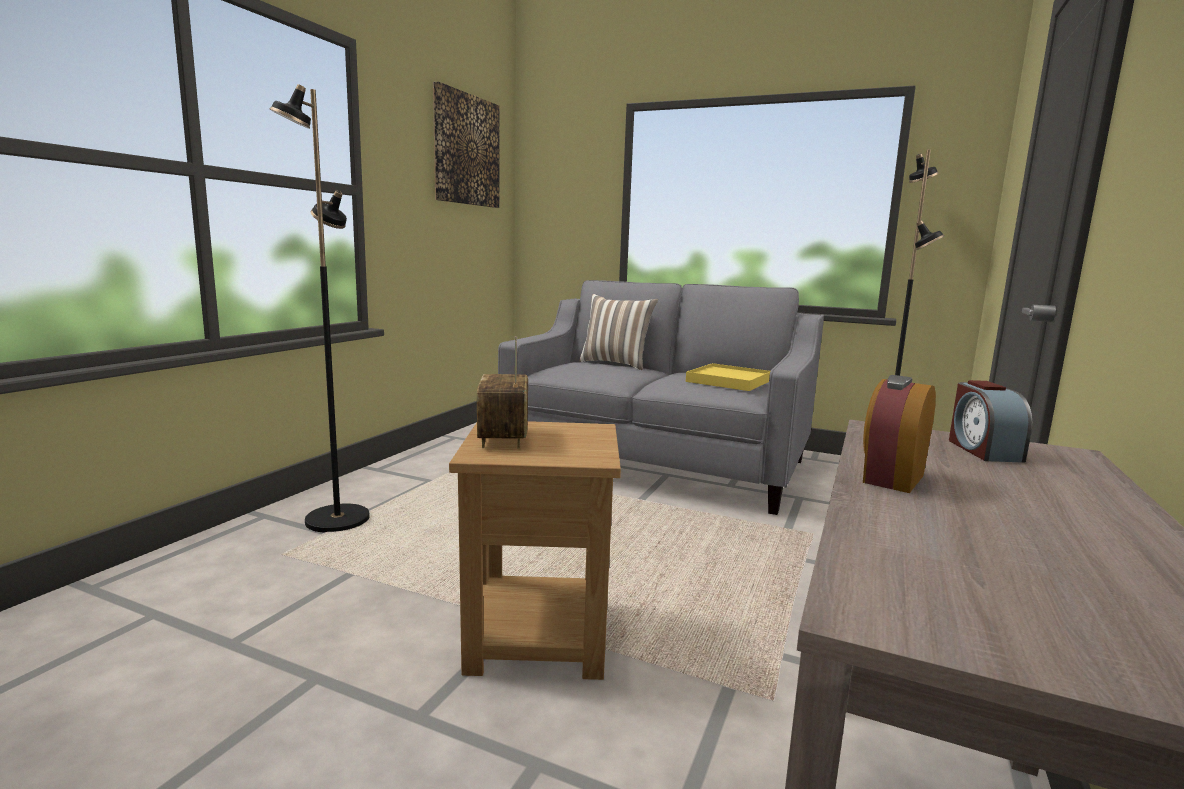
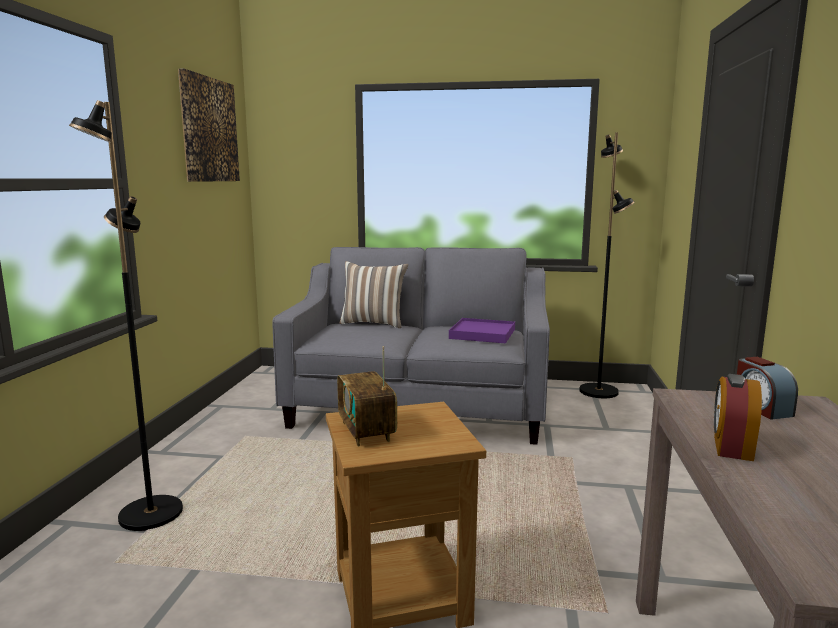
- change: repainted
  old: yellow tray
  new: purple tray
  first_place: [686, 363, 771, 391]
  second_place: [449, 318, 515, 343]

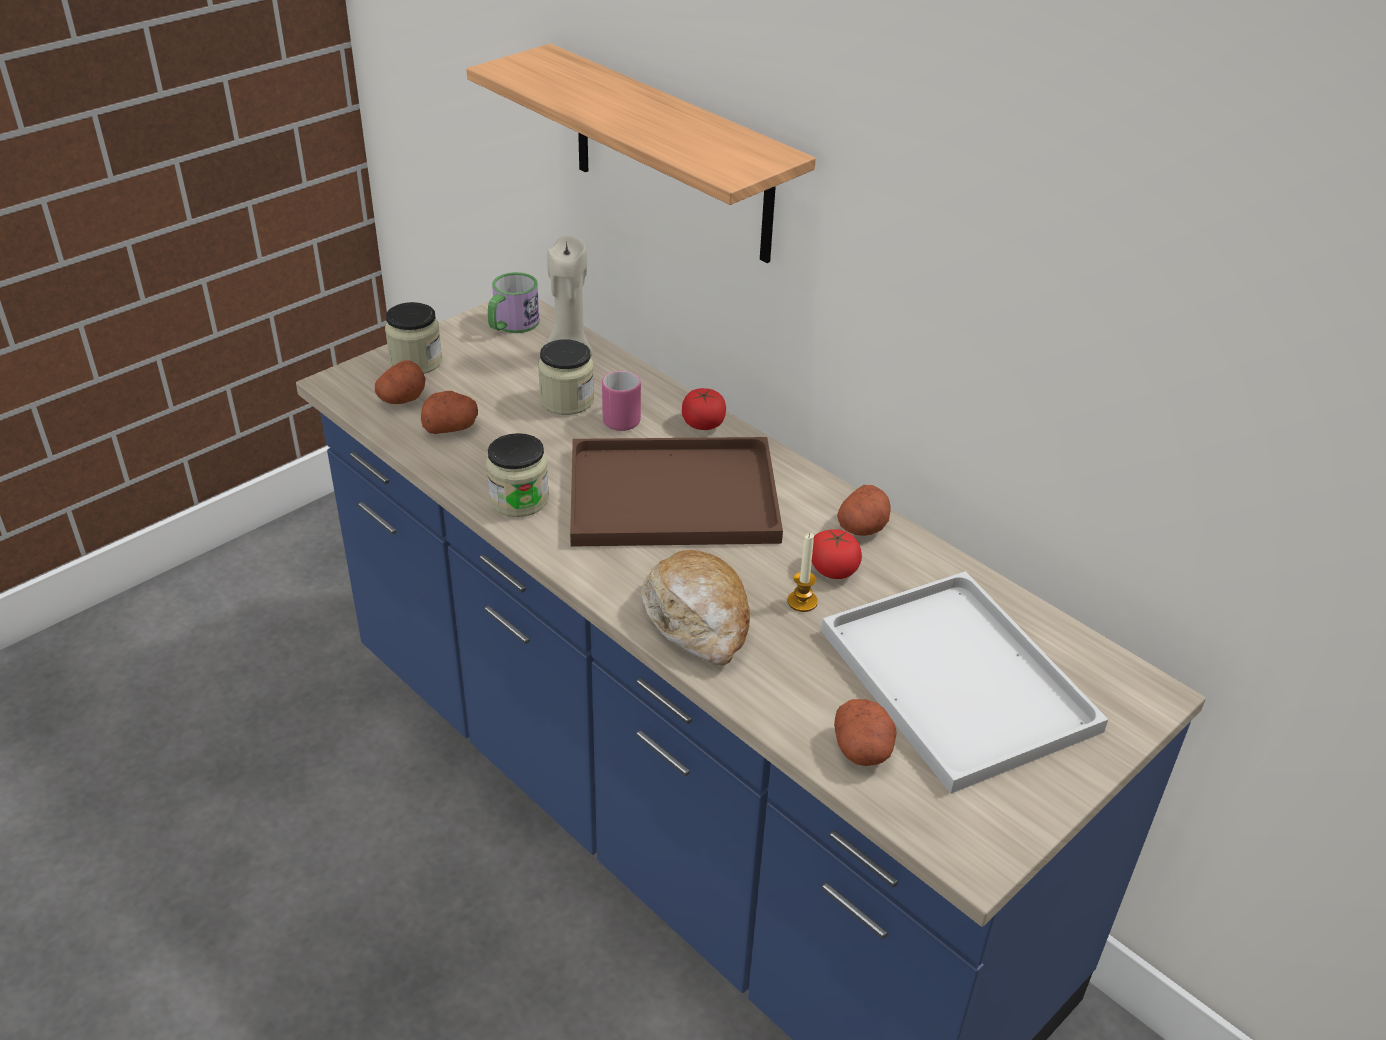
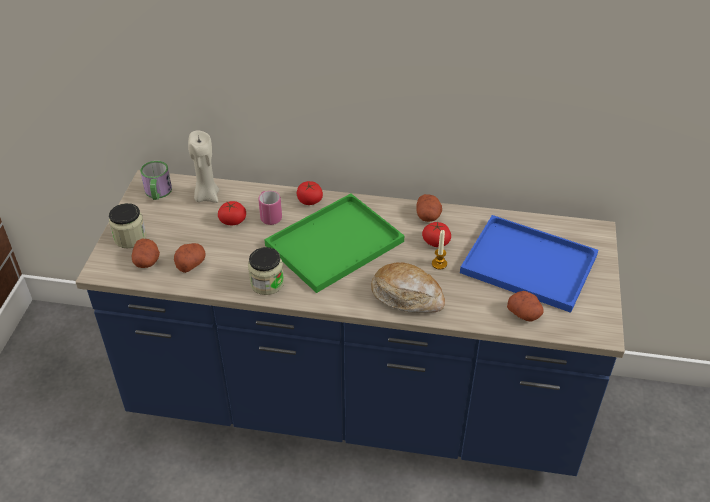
- change: gone
  old: shelf
  first_place: [466, 44, 816, 263]
- change: swapped
  old: jar
  new: tomato
  first_place: [538, 339, 594, 415]
  second_place: [218, 201, 246, 225]
- change: repainted
  old: brown tray
  new: green tray
  first_place: [570, 437, 783, 547]
  second_place: [264, 194, 404, 293]
- change: repainted
  old: white tray
  new: blue tray
  first_place: [821, 571, 1108, 793]
  second_place: [460, 215, 598, 313]

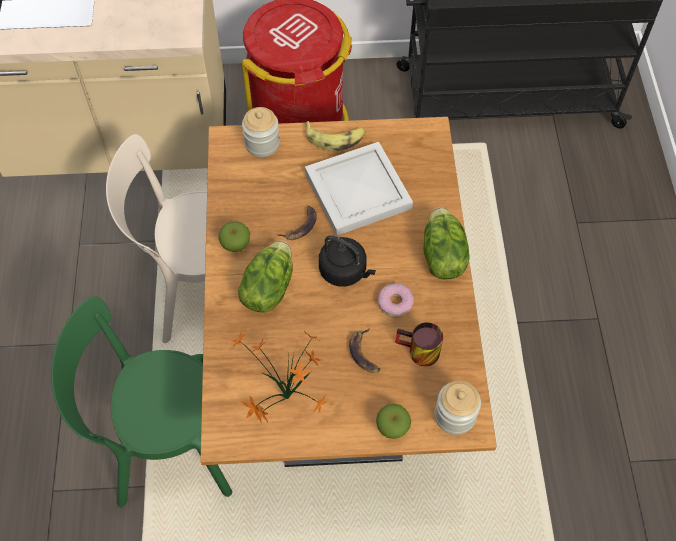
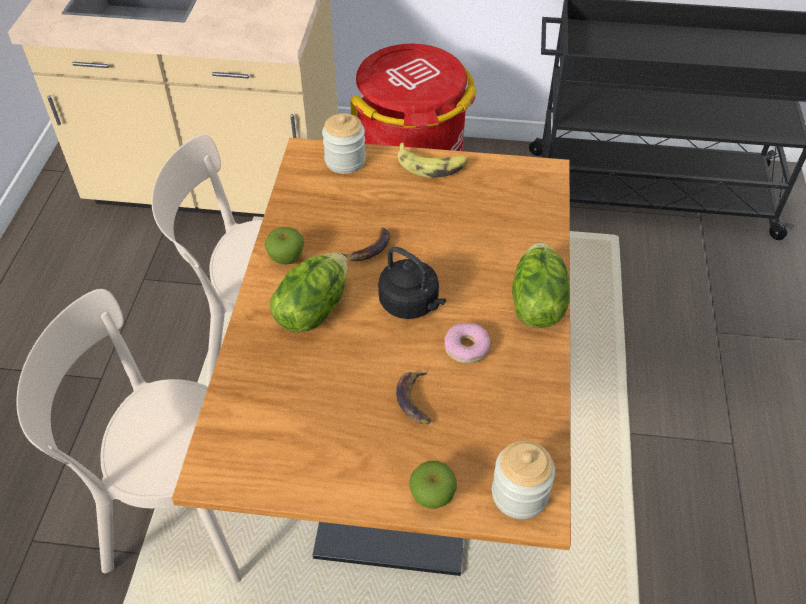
- change: repainted
  old: green chair
  new: beige chair
  first_place: [51, 296, 232, 507]
  second_place: [16, 289, 242, 583]
- change: gone
  old: potted plant
  first_place: [231, 331, 328, 423]
- change: gone
  old: white tray
  first_place: [305, 142, 413, 236]
- change: gone
  old: mug
  first_place: [395, 322, 443, 366]

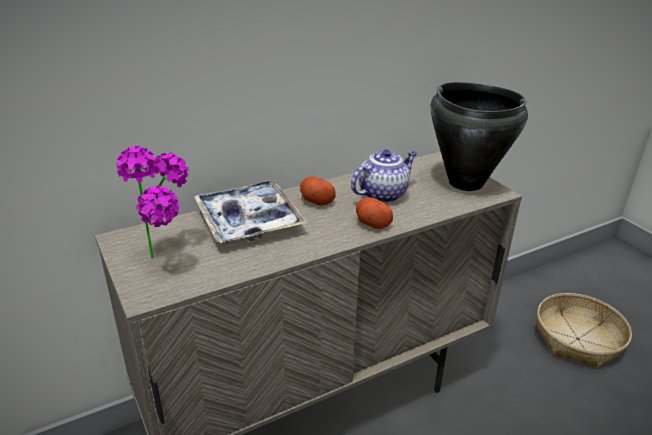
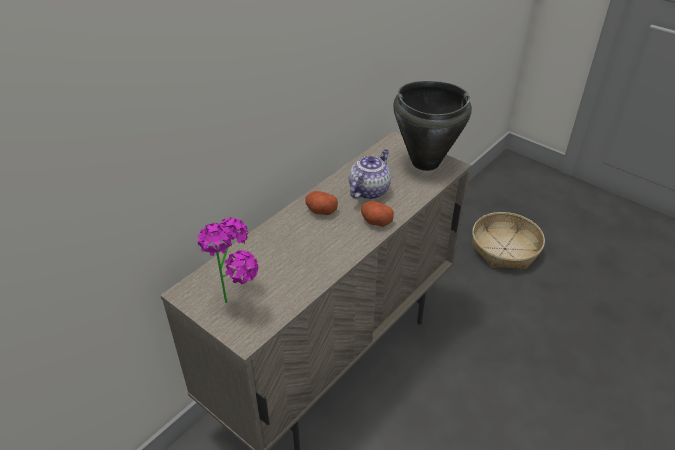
- change: gone
  old: tray
  first_place: [194, 180, 307, 243]

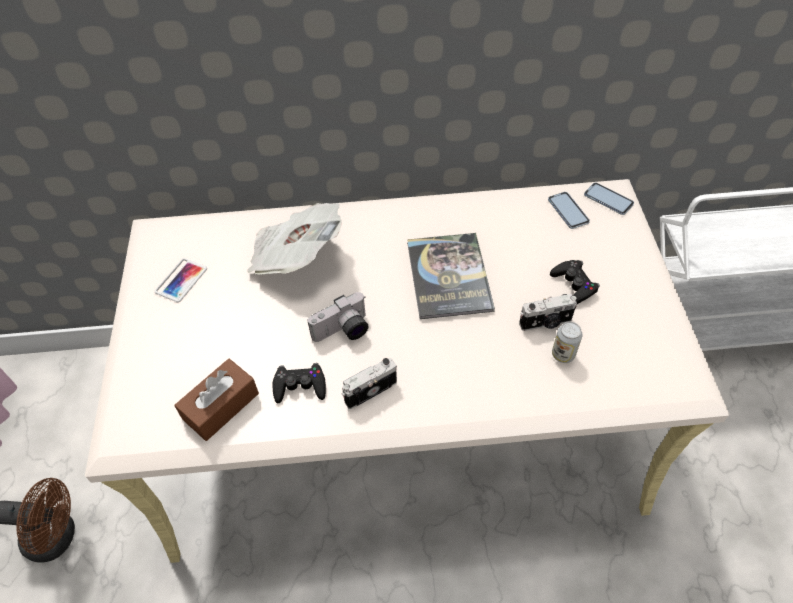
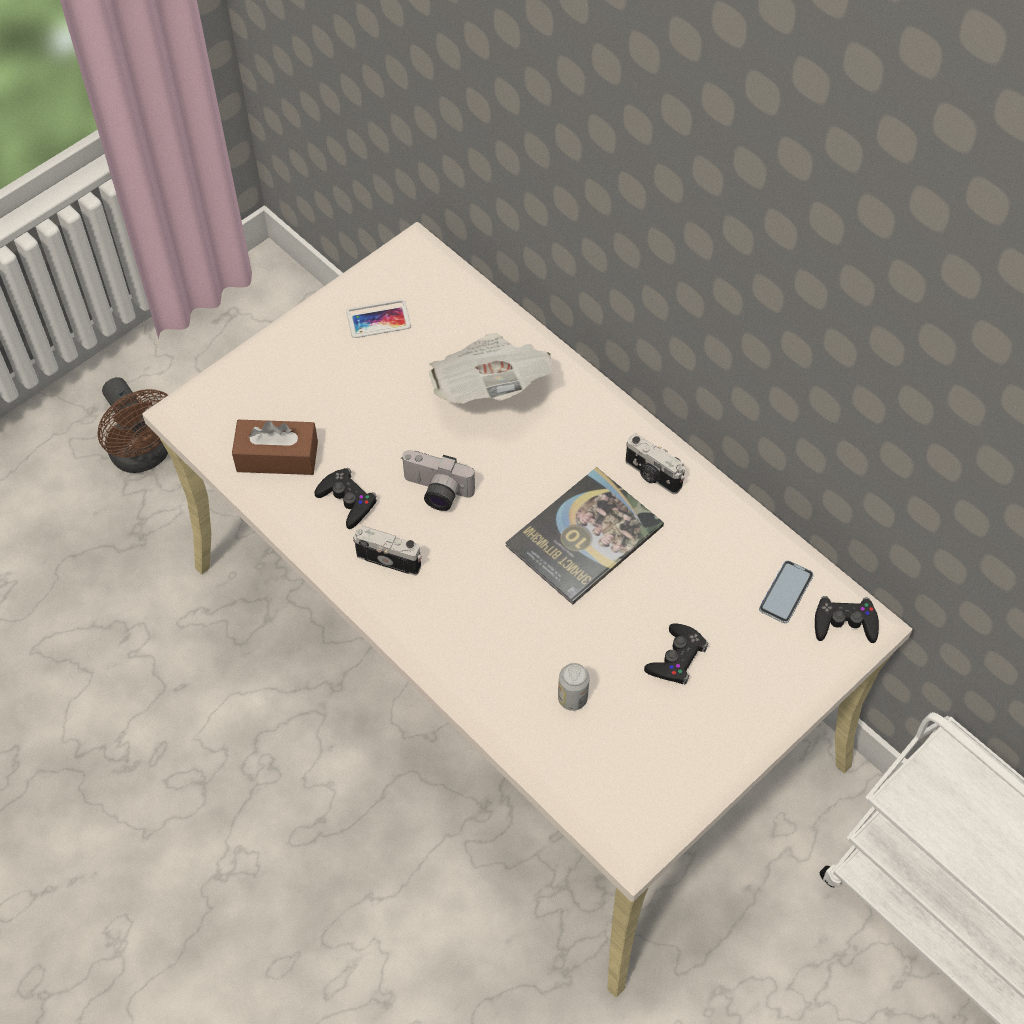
- change: shifted
  old: photo camera
  first_place: [519, 294, 577, 331]
  second_place: [625, 433, 685, 494]
- change: swapped
  old: phone
  new: black game controller
  first_place: [584, 182, 634, 215]
  second_place: [815, 596, 879, 643]

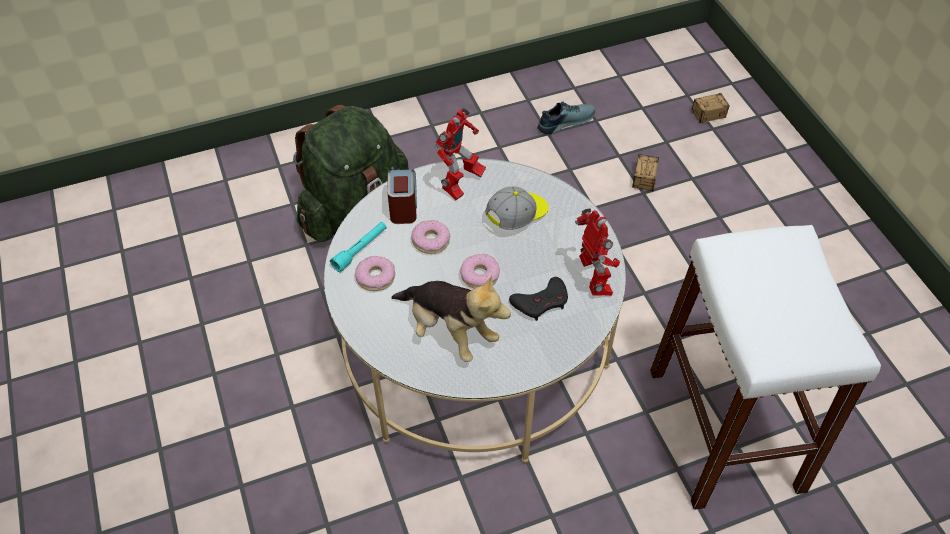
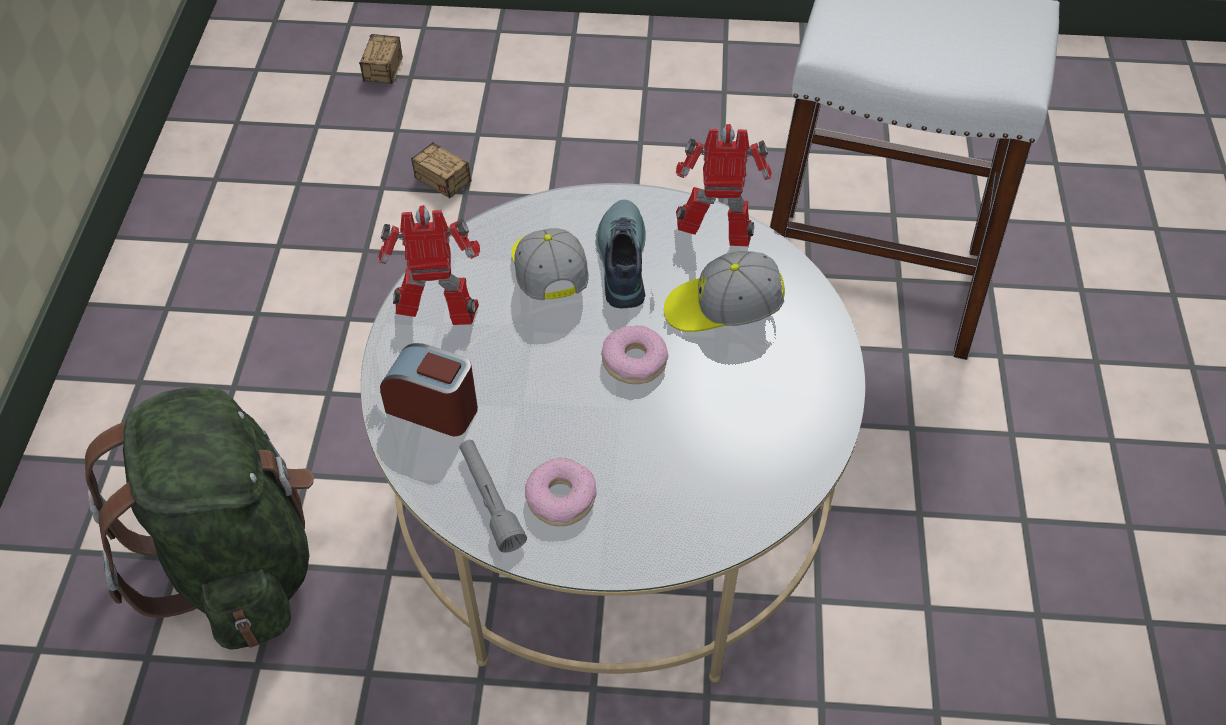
- change: repainted
  old: turquoise flashlight
  new: grey flashlight
  first_place: [330, 222, 387, 272]
  second_place: [459, 440, 527, 553]
- change: gone
  old: plush toy
  first_place: [391, 275, 511, 362]
- change: gone
  old: donut
  first_place: [411, 220, 450, 254]
- change: rotated
  old: toy robot
  first_place: [434, 108, 486, 201]
  second_place: [378, 205, 481, 325]
  degrees: -60
- change: swapped
  old: black game controller
  new: cap
  first_place: [509, 277, 568, 321]
  second_place: [664, 251, 785, 332]
- change: shifted
  old: shoe
  first_place: [537, 101, 595, 134]
  second_place: [595, 200, 646, 308]

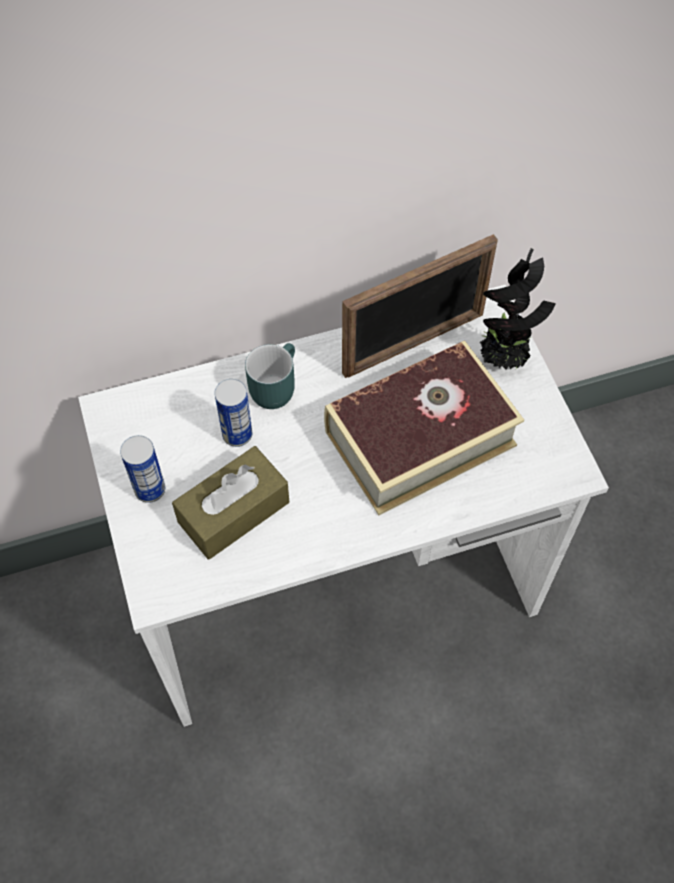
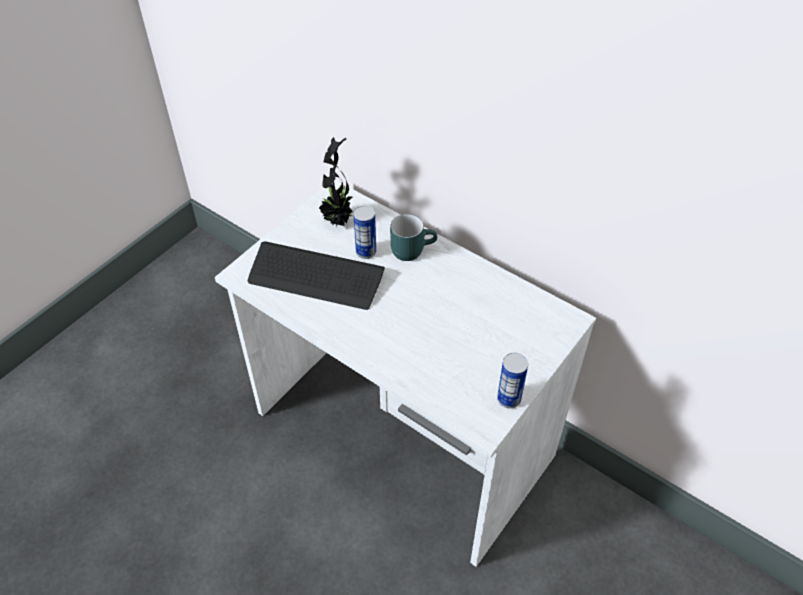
- change: shifted
  old: can
  first_place: [120, 435, 165, 503]
  second_place: [497, 353, 528, 408]
- change: swapped
  old: brown tissue box
  new: keyboard
  first_place: [172, 446, 289, 560]
  second_place: [248, 241, 385, 310]
- change: gone
  old: book
  first_place: [324, 340, 524, 515]
- change: gone
  old: picture frame
  first_place: [342, 234, 498, 378]
- change: shifted
  old: potted plant
  first_place: [480, 248, 556, 369]
  second_place: [319, 137, 352, 227]

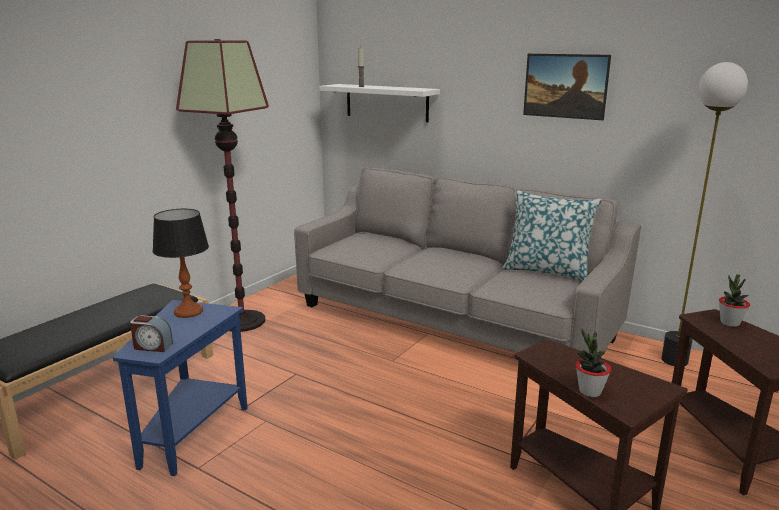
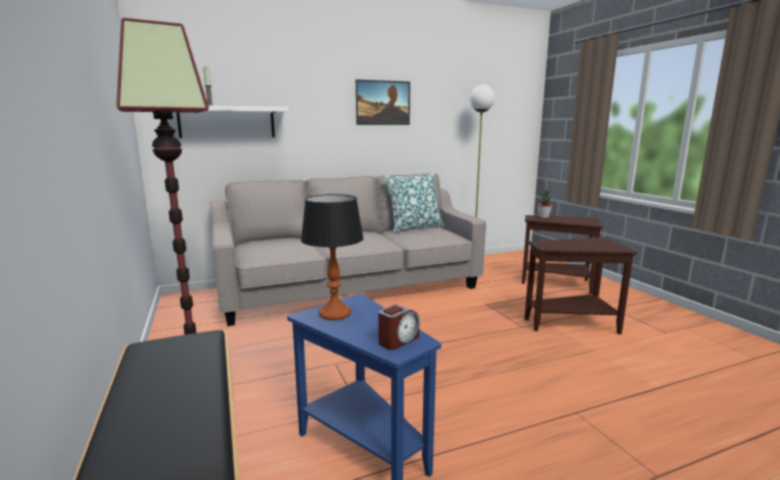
- change: gone
  old: potted plant
  first_place: [576, 329, 611, 397]

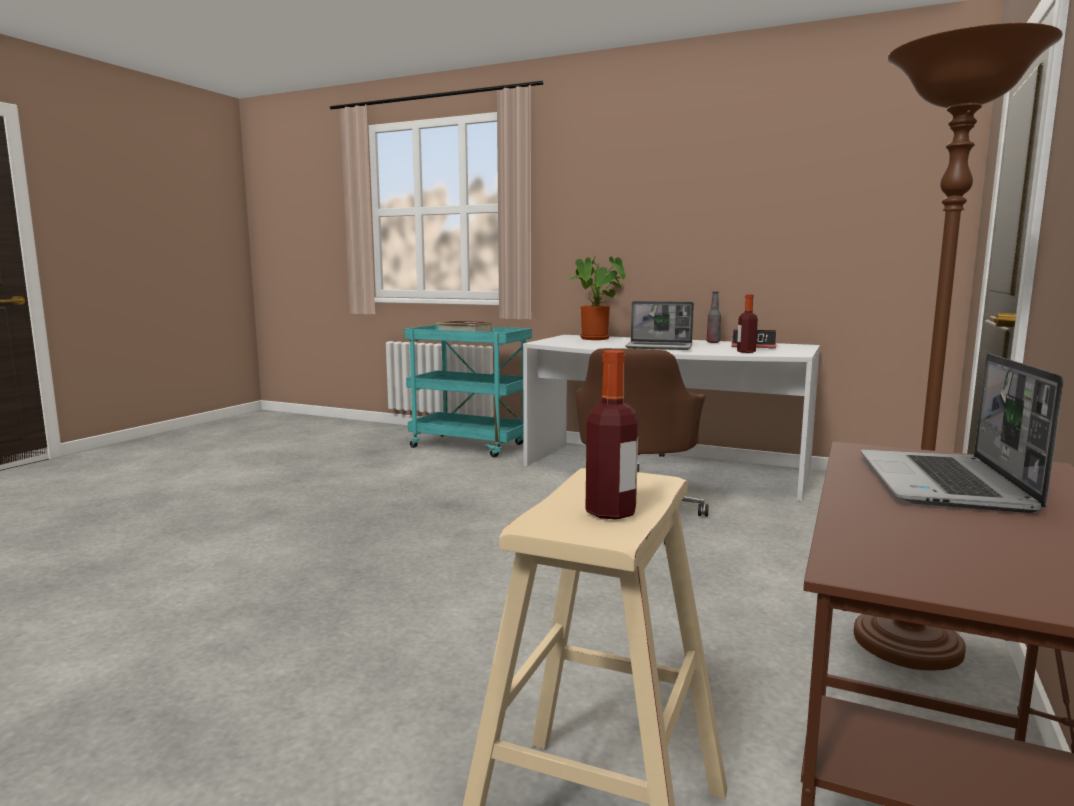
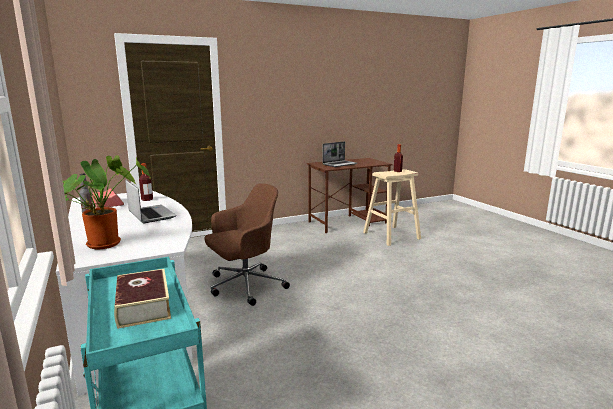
- change: gone
  old: brown floor lamp
  first_place: [854, 23, 1063, 671]

